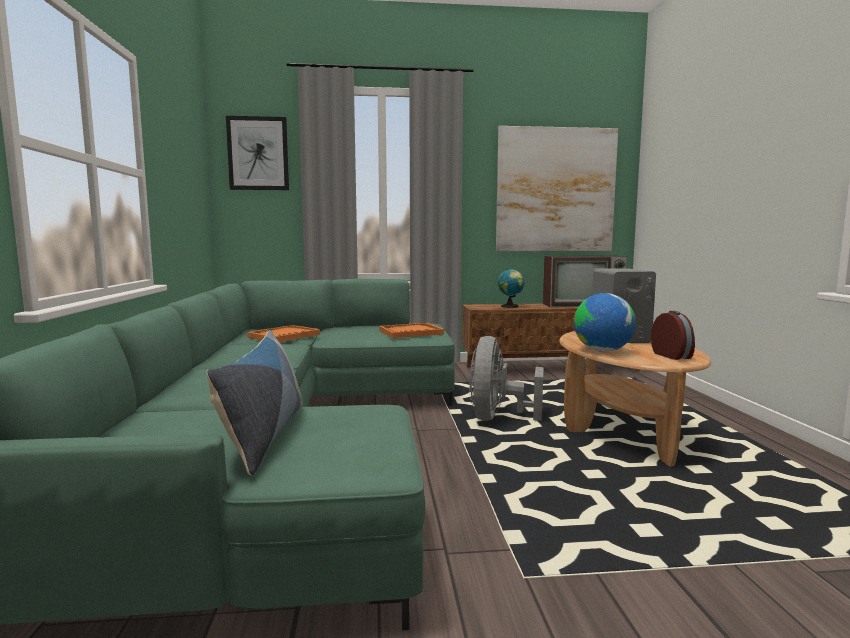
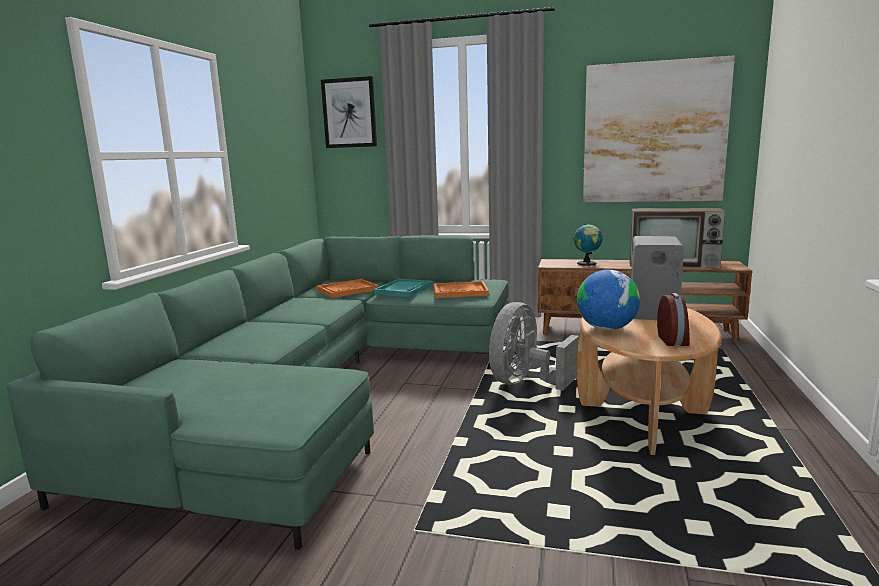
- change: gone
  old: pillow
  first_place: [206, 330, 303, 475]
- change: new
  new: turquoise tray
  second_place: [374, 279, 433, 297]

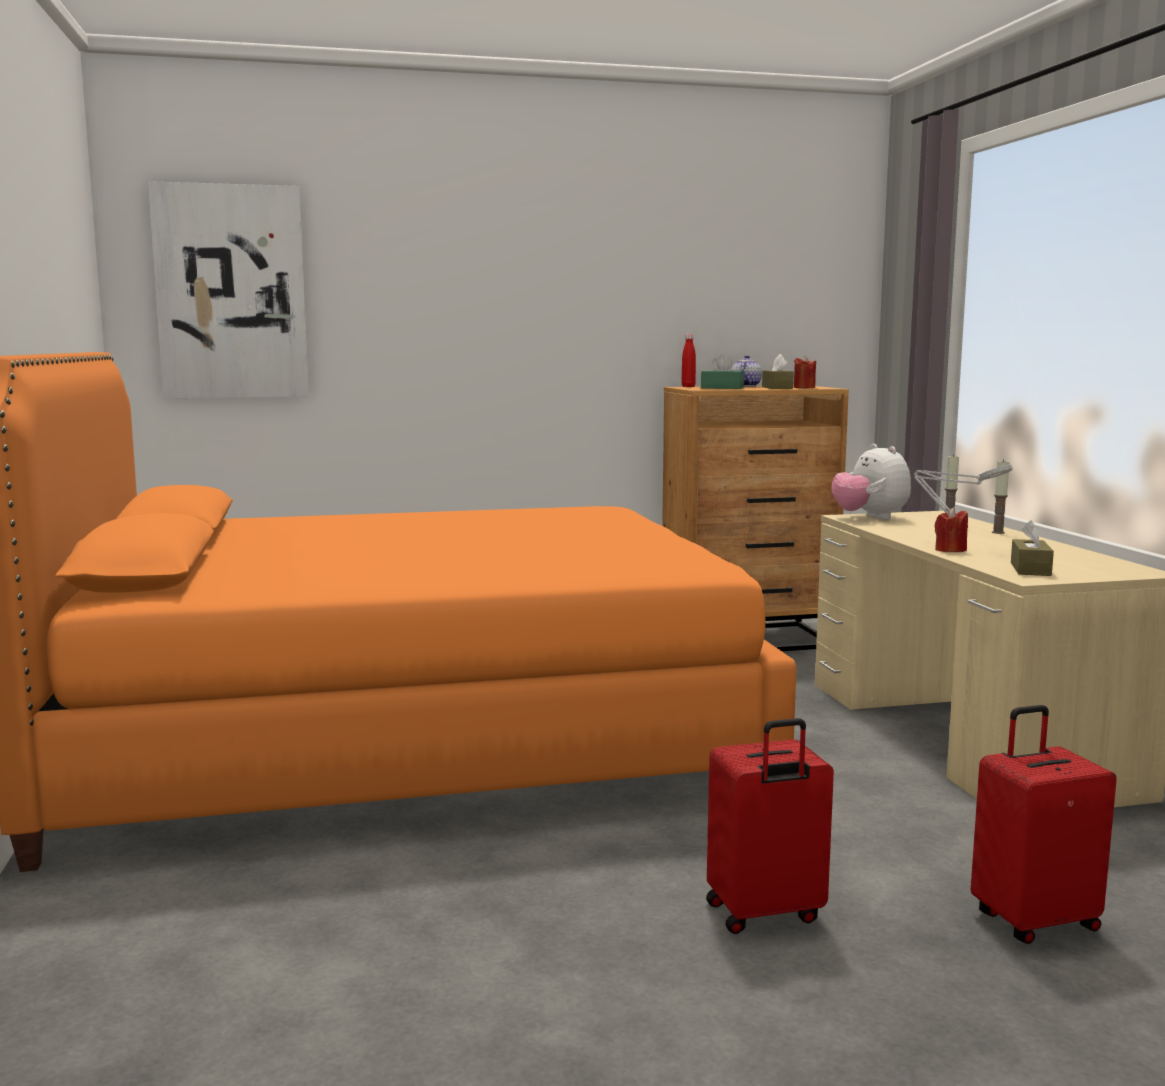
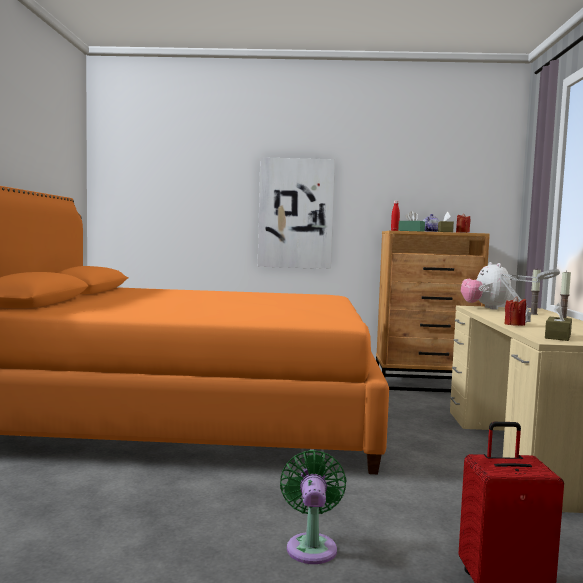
- change: shifted
  old: picture
  first_place: [148, 181, 309, 398]
  second_place: [258, 157, 335, 269]
- change: swapped
  old: red suitcase
  new: green fan
  first_place: [706, 718, 834, 934]
  second_place: [280, 450, 347, 564]

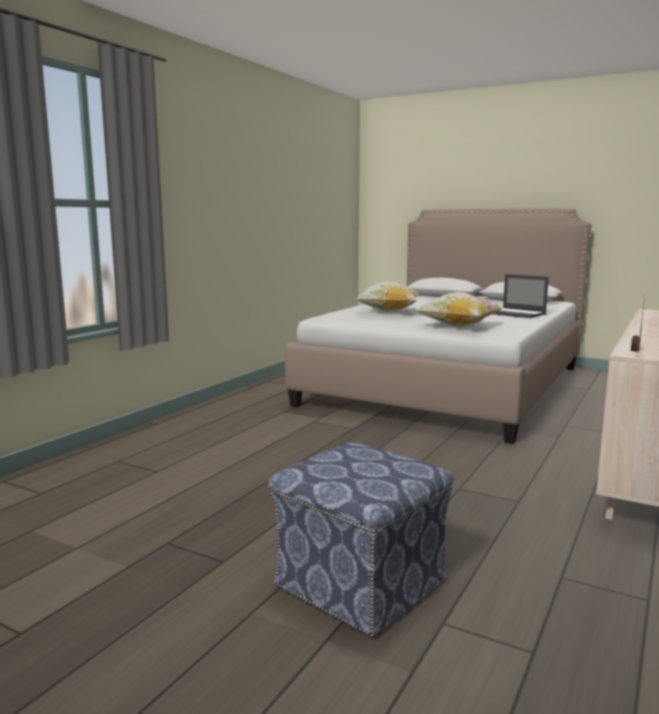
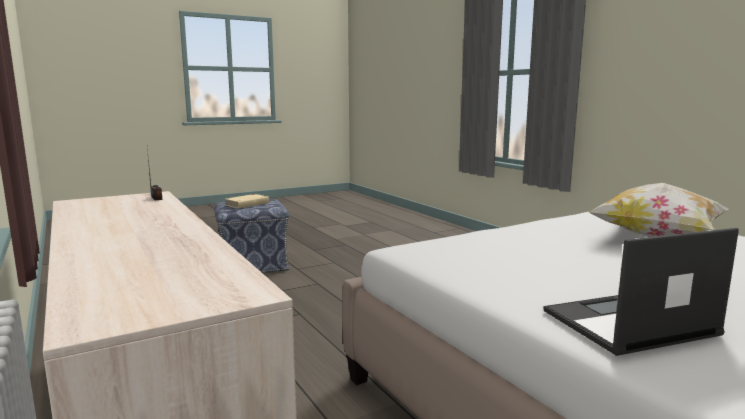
- change: gone
  old: pillow
  first_place: [414, 292, 502, 327]
- change: new
  new: beige book
  second_place: [226, 194, 271, 209]

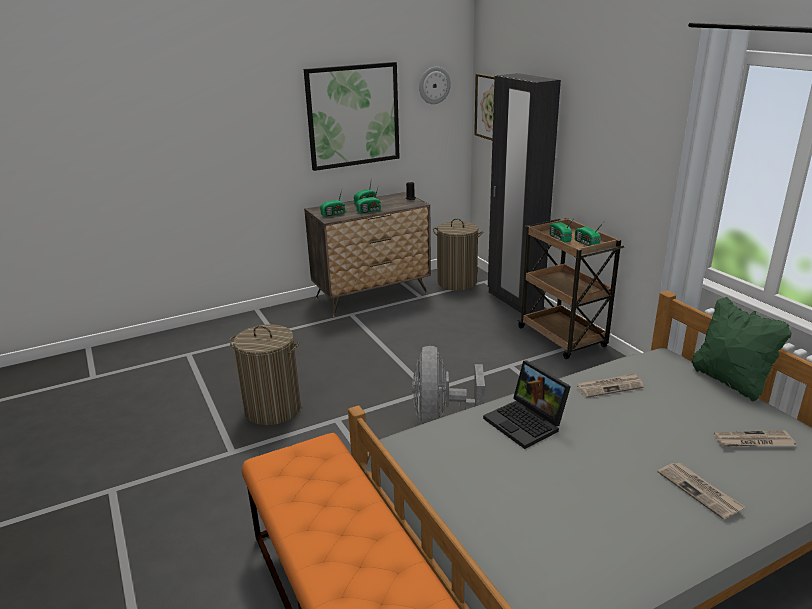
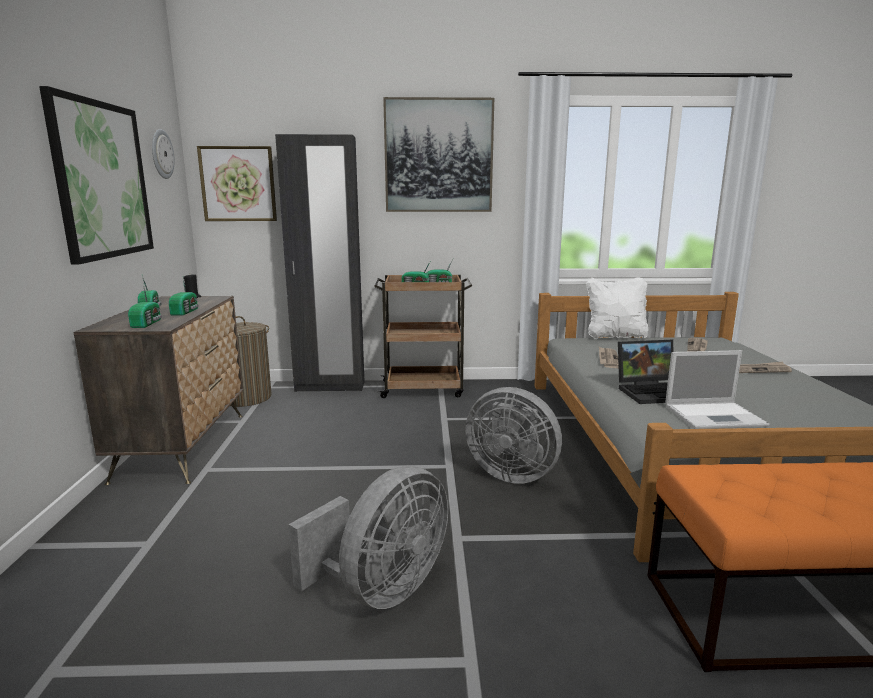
- change: swapped
  old: laundry basket
  new: grey fan
  first_place: [230, 324, 301, 425]
  second_place: [288, 466, 448, 609]
- change: repainted
  old: green pillow
  new: white pillow
  first_place: [692, 297, 792, 401]
  second_place: [586, 278, 648, 339]
- change: new
  new: picture
  second_place: [383, 97, 494, 212]
- change: new
  new: laptop
  second_place: [665, 350, 769, 429]

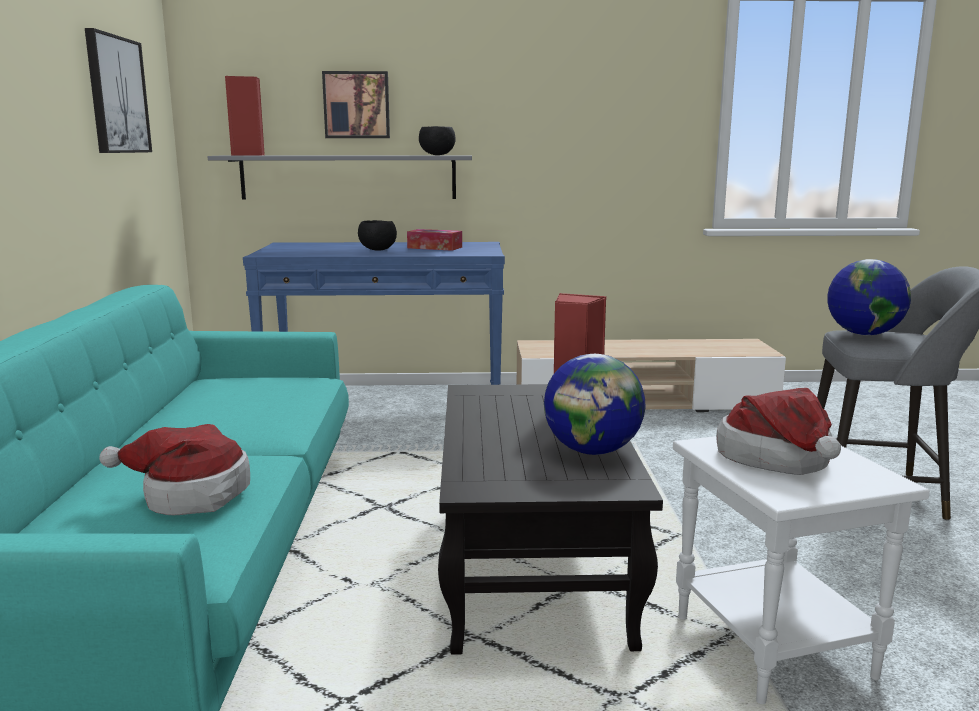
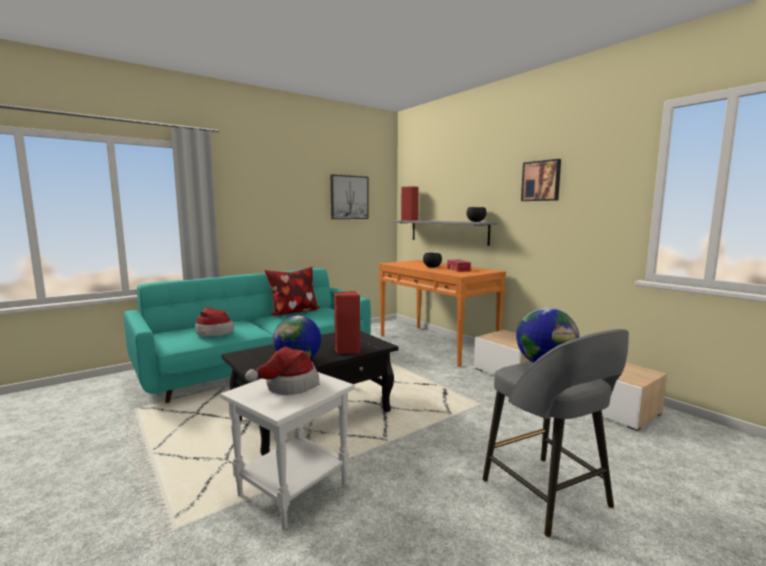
- change: repainted
  old: blue console table
  new: orange console table
  first_place: [243, 242, 505, 385]
  second_place: [378, 260, 506, 367]
- change: shifted
  old: picture
  first_place: [322, 71, 390, 138]
  second_place: [521, 159, 561, 201]
- change: new
  new: pillow
  second_place: [264, 266, 320, 316]

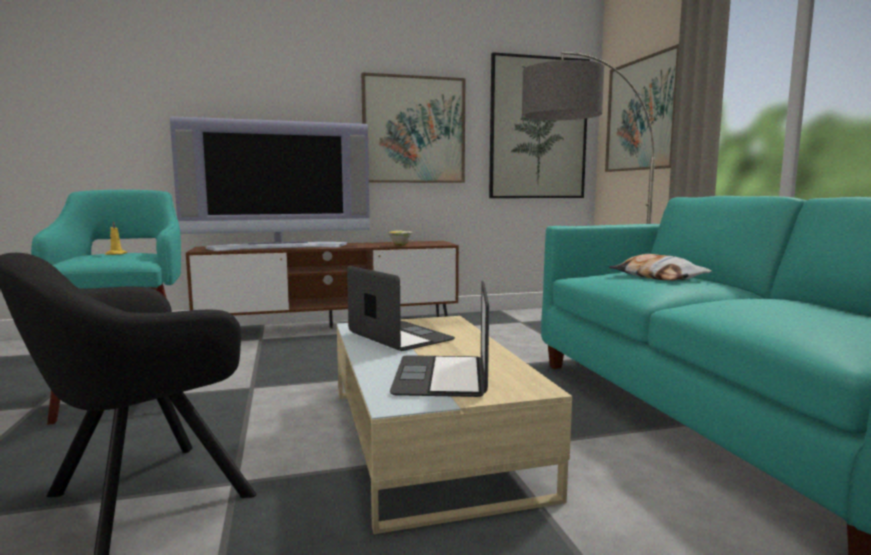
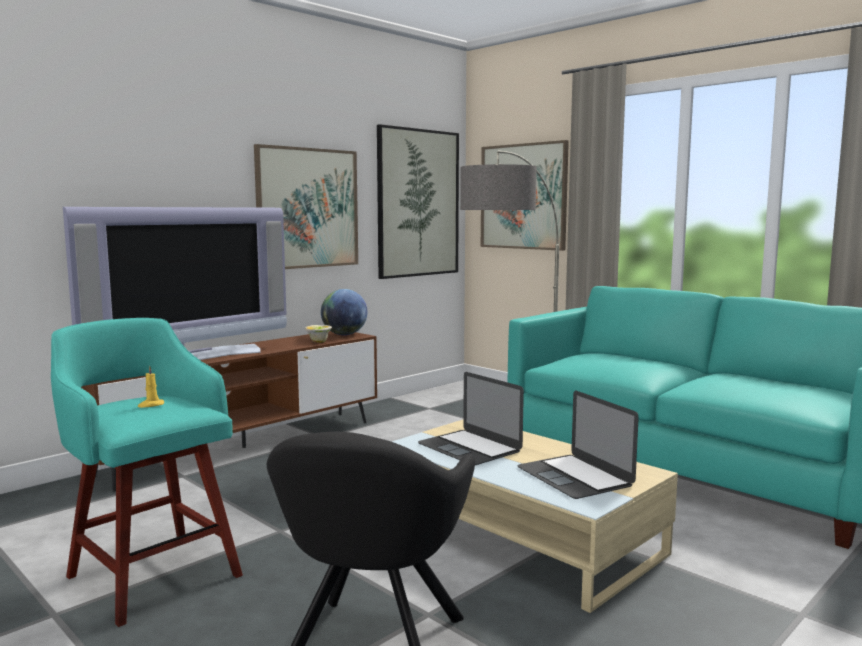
- change: rotated
  old: laptop
  first_place: [347, 266, 455, 351]
  second_place: [418, 372, 524, 465]
  degrees: -150
- change: gone
  old: pillow
  first_place: [609, 254, 712, 281]
- change: new
  new: globe
  second_place: [321, 289, 367, 335]

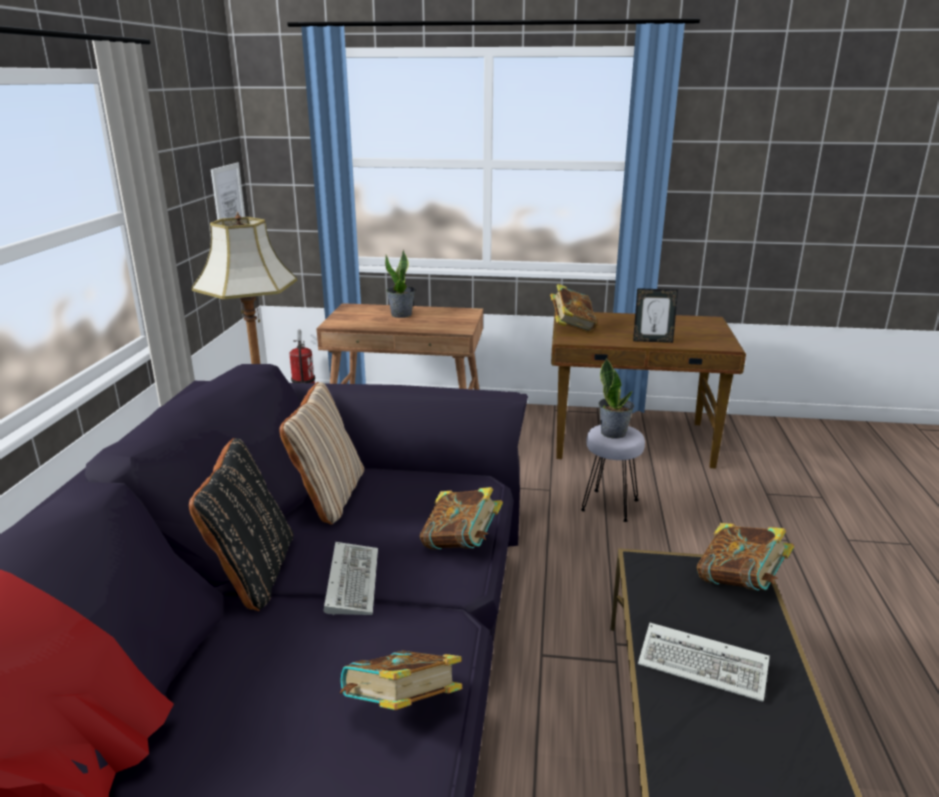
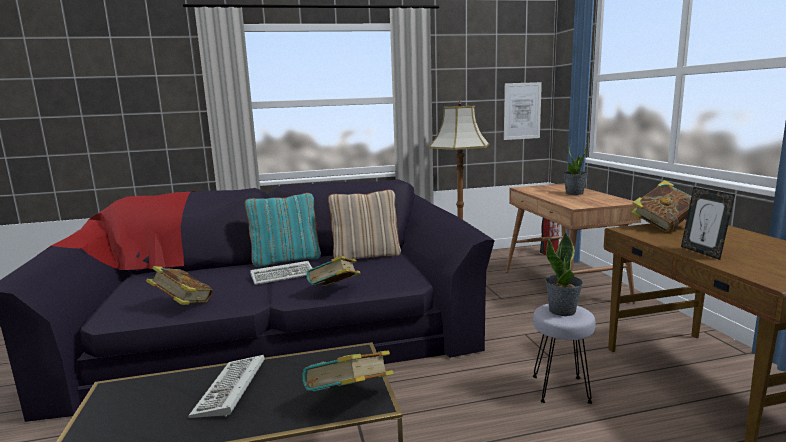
- change: repainted
  old: black pillow
  new: turquoise pillow
  first_place: [189, 438, 294, 611]
  second_place: [245, 193, 321, 267]

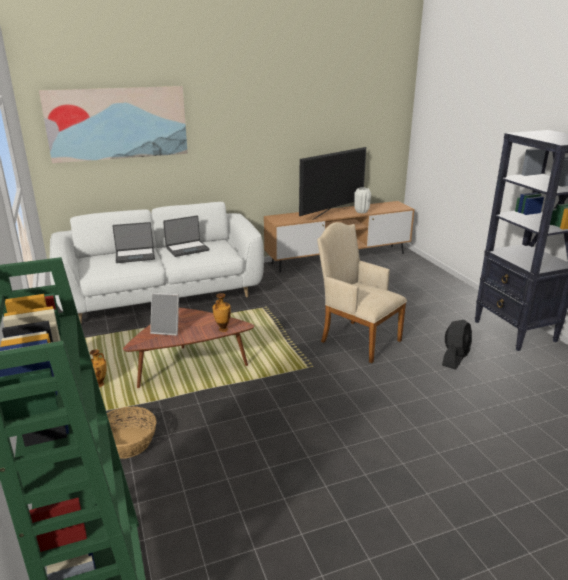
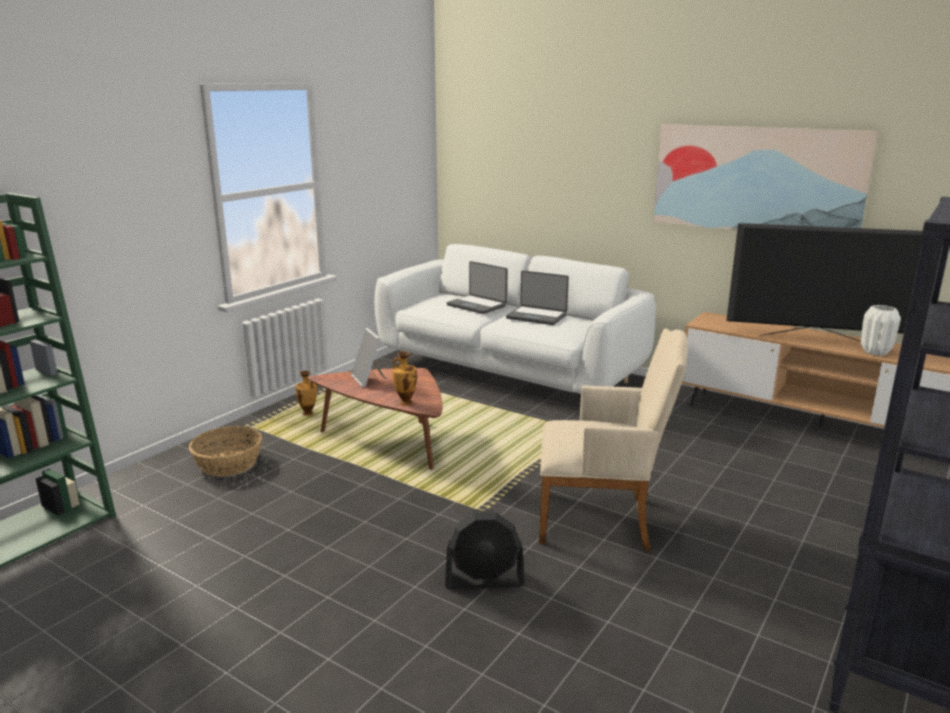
- change: shifted
  old: picture
  first_place: [39, 86, 188, 163]
  second_place: [653, 124, 878, 231]
- change: rotated
  old: beige armchair
  first_place: [317, 222, 407, 363]
  second_place: [539, 329, 688, 551]
  degrees: 90
- change: shifted
  old: black fan
  first_place: [442, 320, 472, 370]
  second_place: [445, 510, 525, 589]

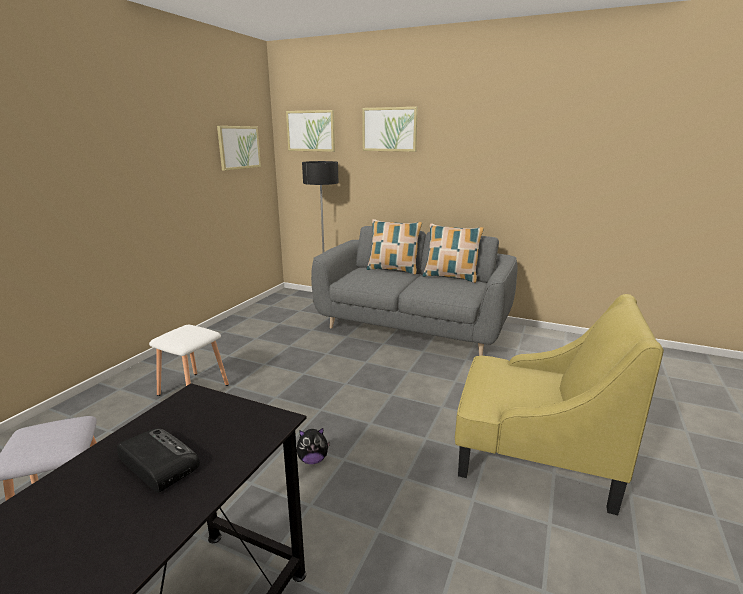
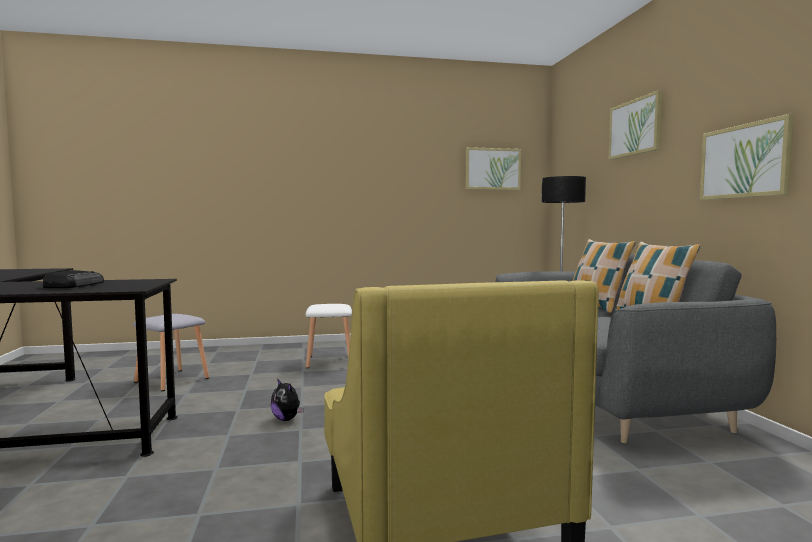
- change: shifted
  old: picture
  first_place: [286, 110, 335, 152]
  second_place: [700, 114, 794, 200]

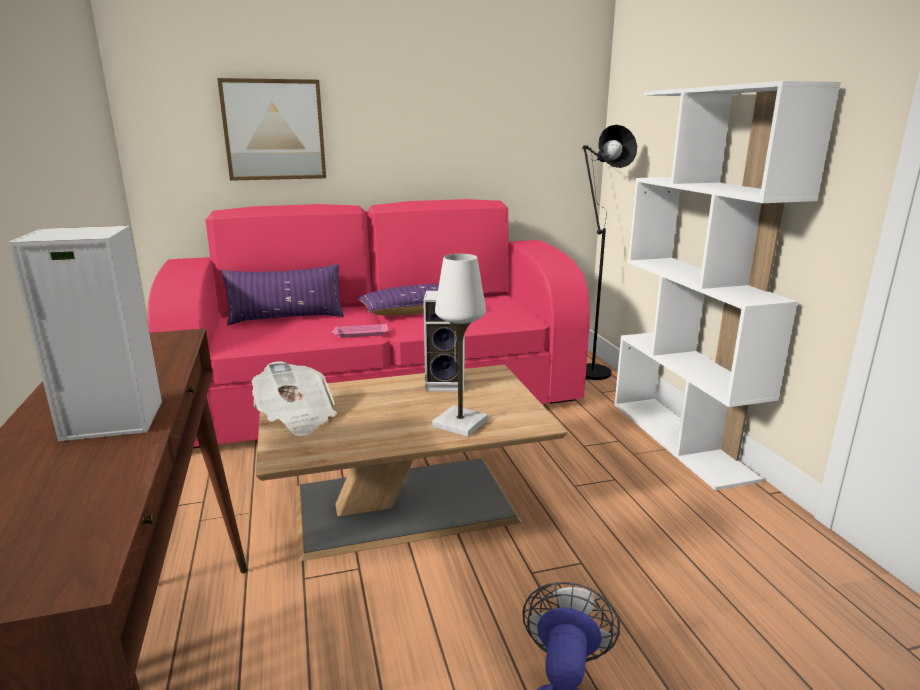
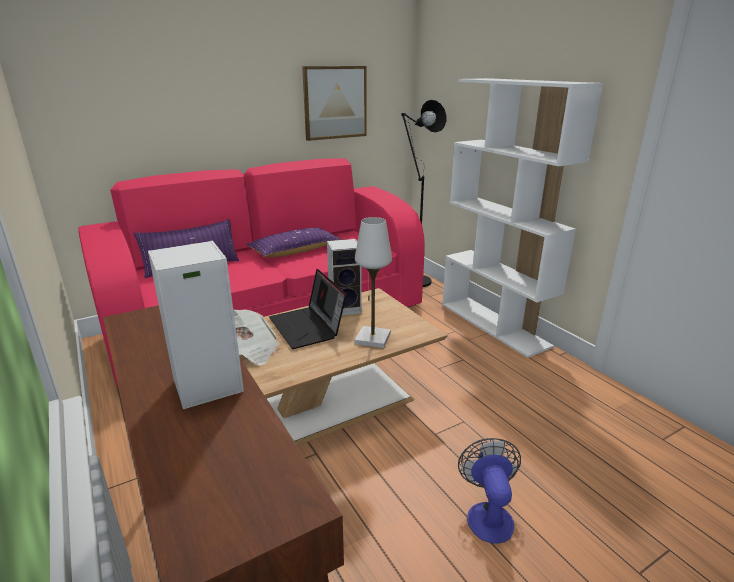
- change: shifted
  old: picture
  first_place: [217, 78, 326, 181]
  second_place: [302, 66, 367, 141]
- change: gone
  old: pink tray
  first_place: [332, 324, 389, 338]
- change: new
  new: laptop
  second_place: [269, 269, 346, 349]

